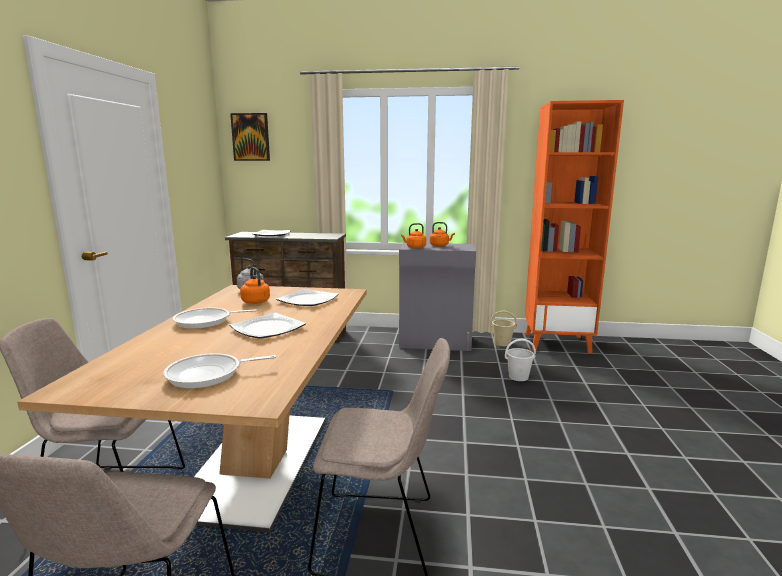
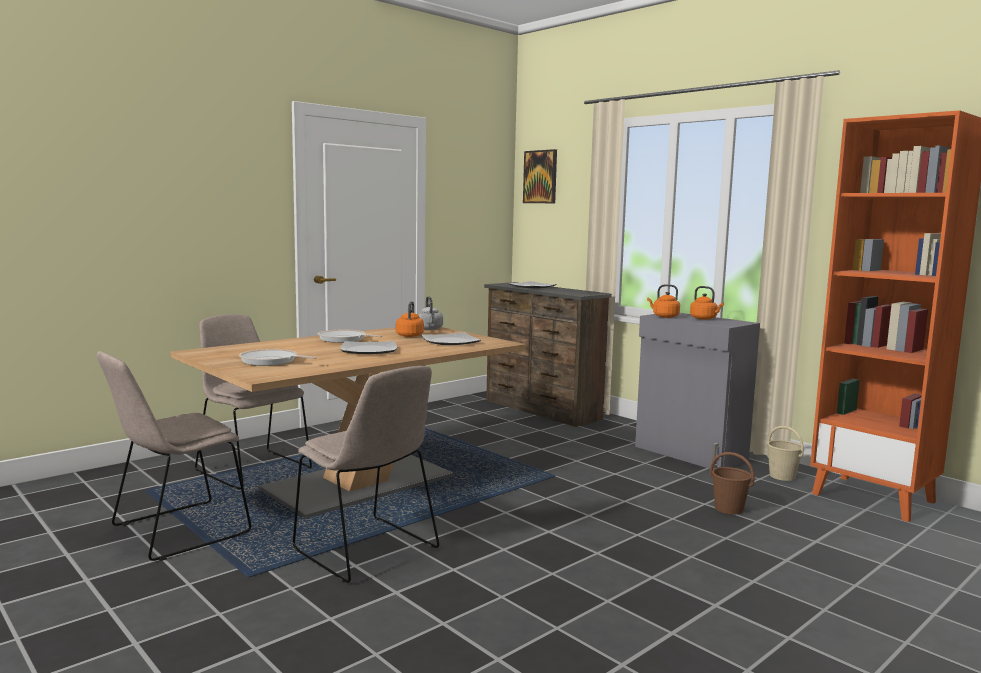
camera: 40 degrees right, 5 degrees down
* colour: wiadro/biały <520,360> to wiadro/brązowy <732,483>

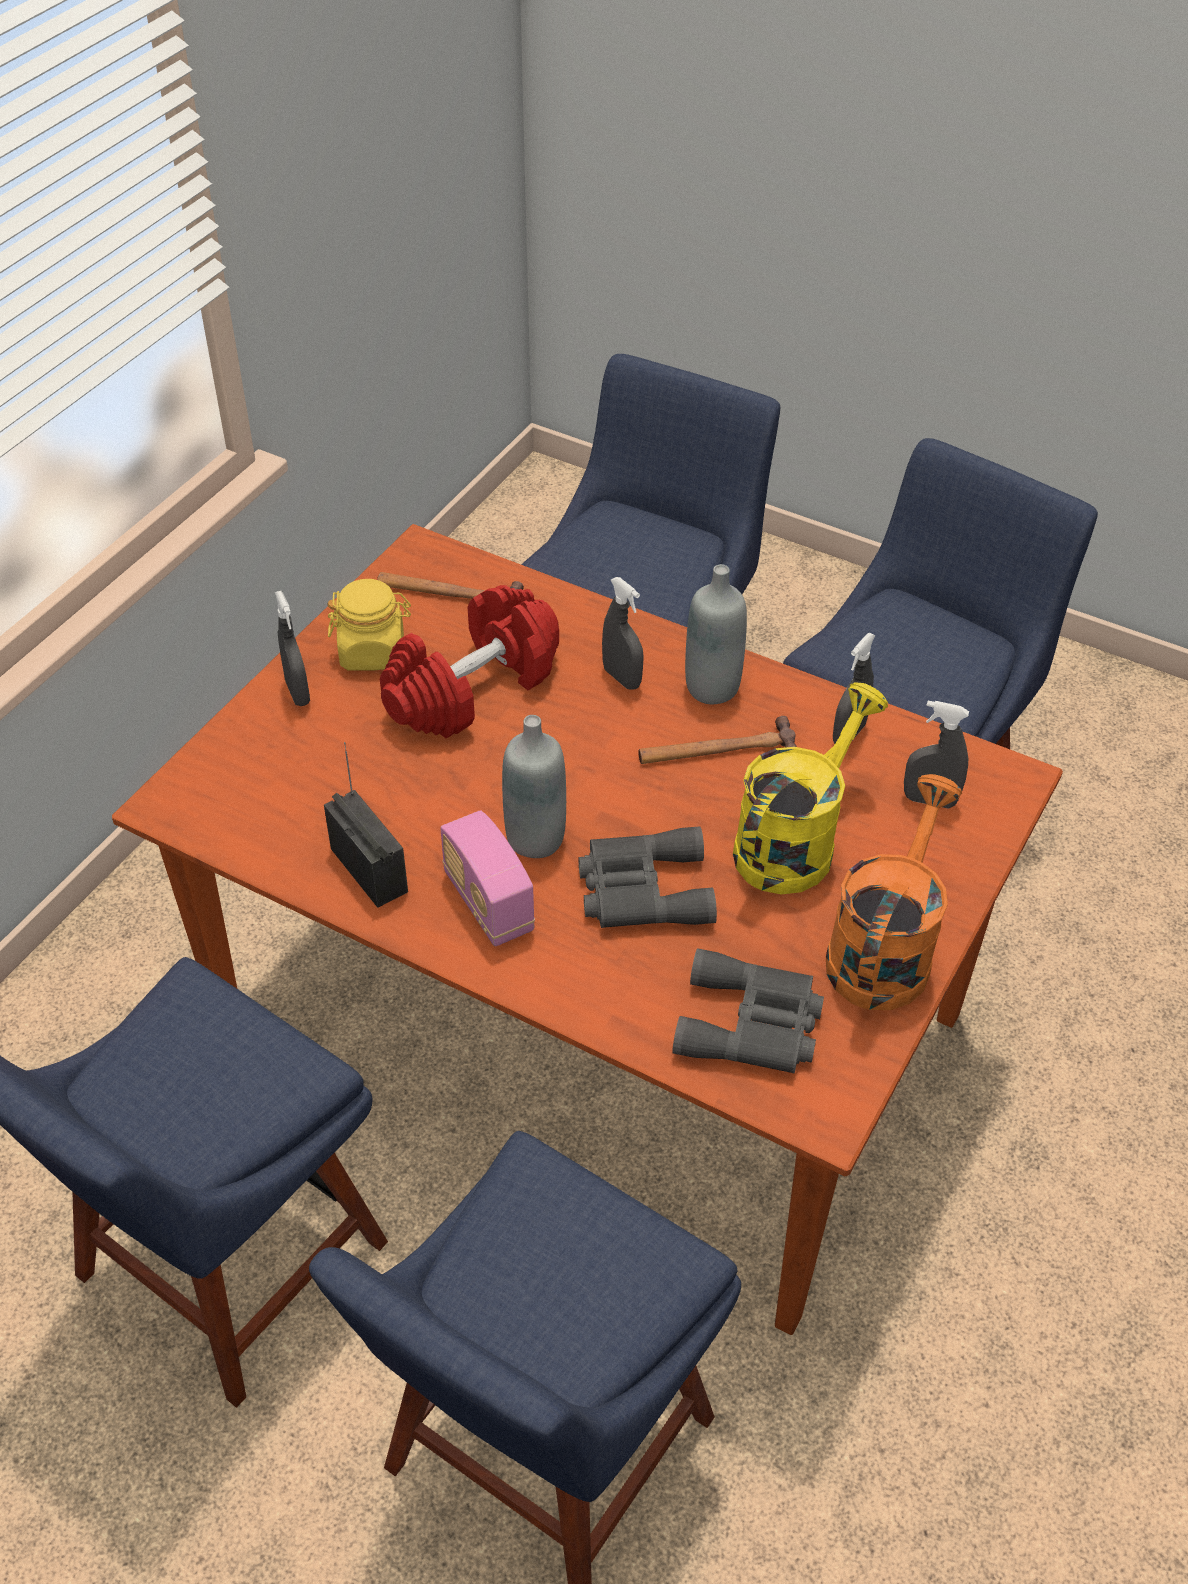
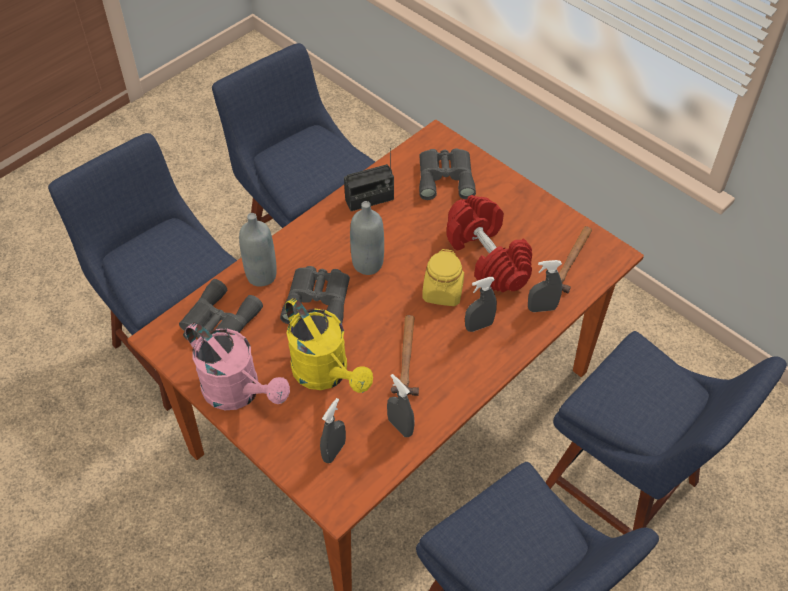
camera: 105 degrees right, 5 degrees up
* relocated: butelka/szary <716,634> to <258,249>
* relocated: słoik/żółty <369,625> to <443,277>
* relocated: spryskiwacz/szary <292,648> to <545,286>
* colour: konewka/pomarańczowy <894,892> to konewka/różowy <237,366>
* missing: radio <487,878>
* appeared: lornetka/szary <447,174>

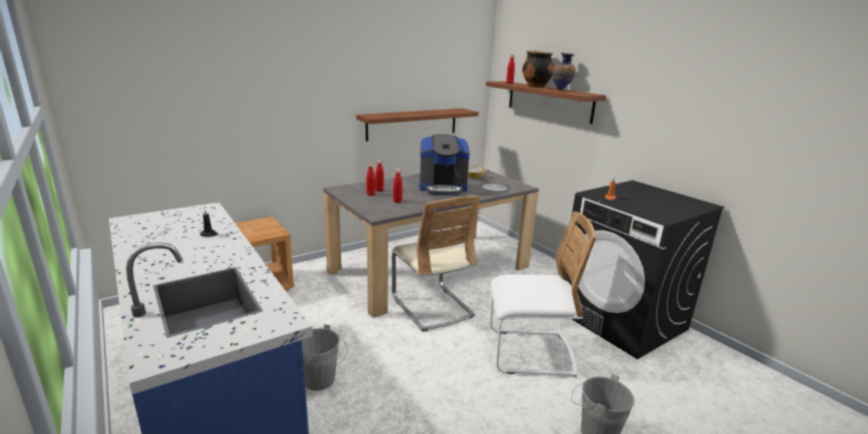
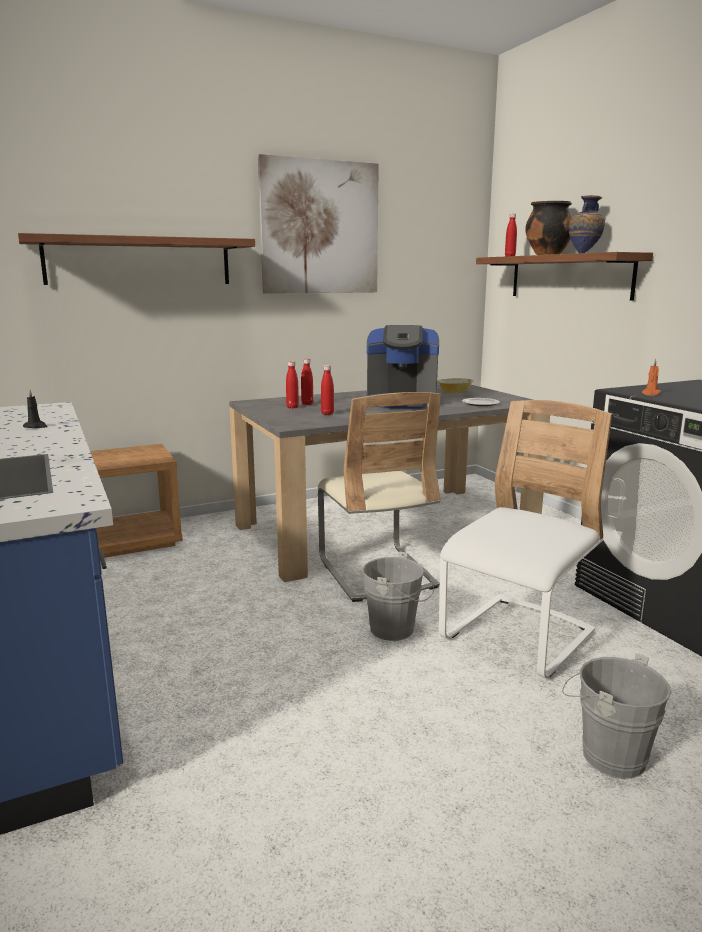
camera: 10 degrees right, 5 degrees down
* relocated: półka <417,124> to <136,259>
* spun: krzesło/biały <543,294> = <525,539> 60 degrees counterclockwise
* relocated: wiadro/szary <325,357> to <398,596>
* appeared: obraz <318,224>

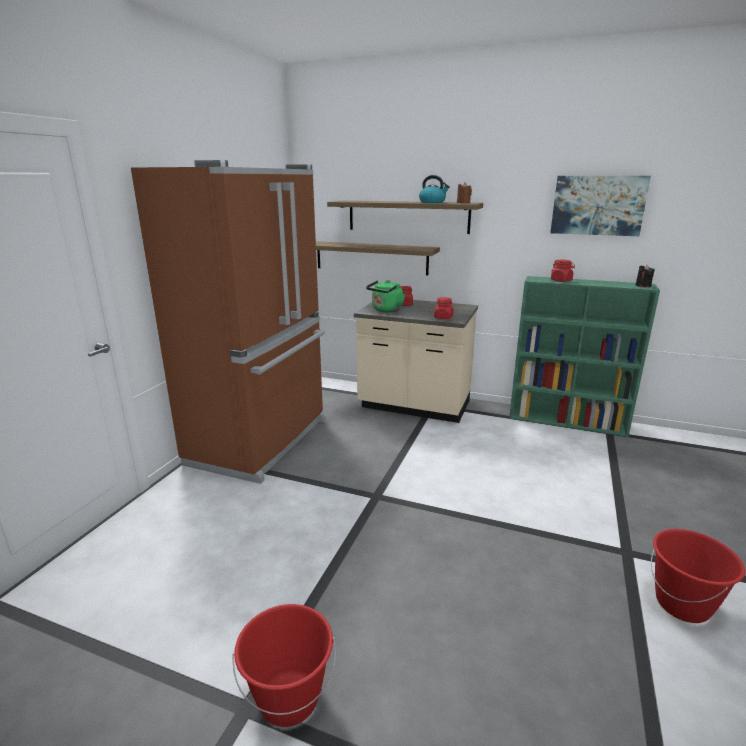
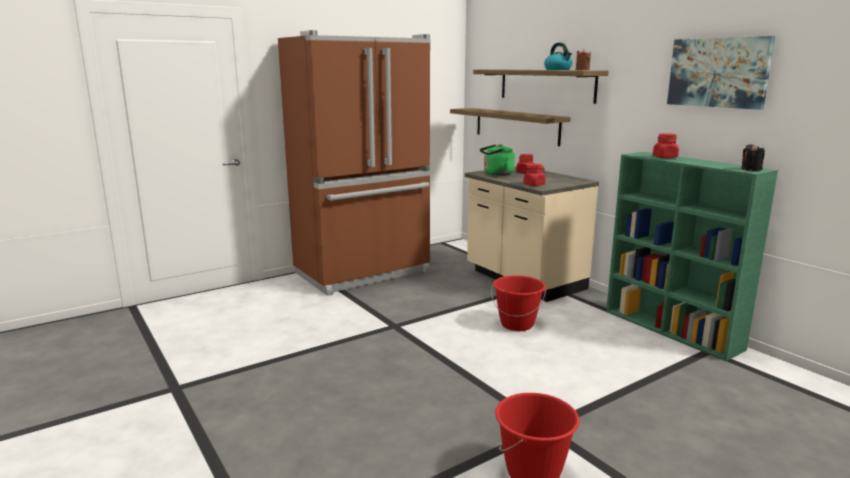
camera: 35 degrees right, 5 degrees down
* relocated: wiadro/czerwony <284,665> to <518,303>

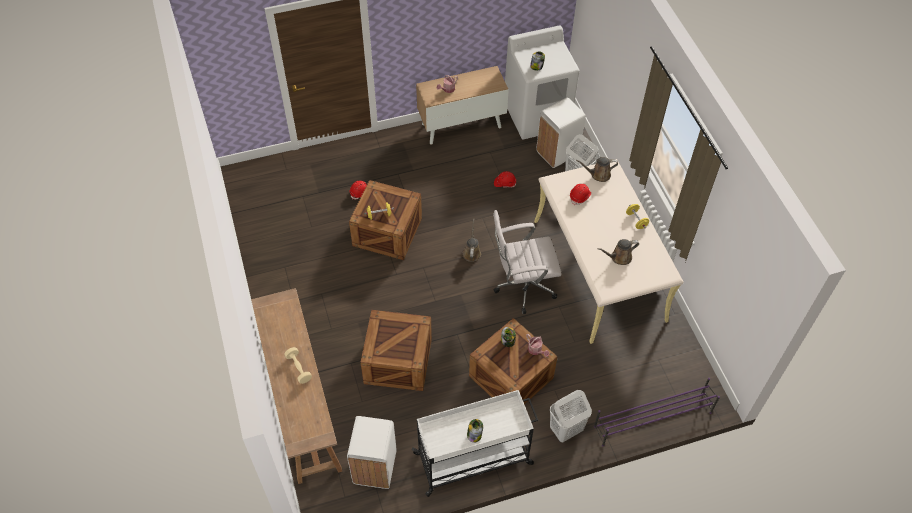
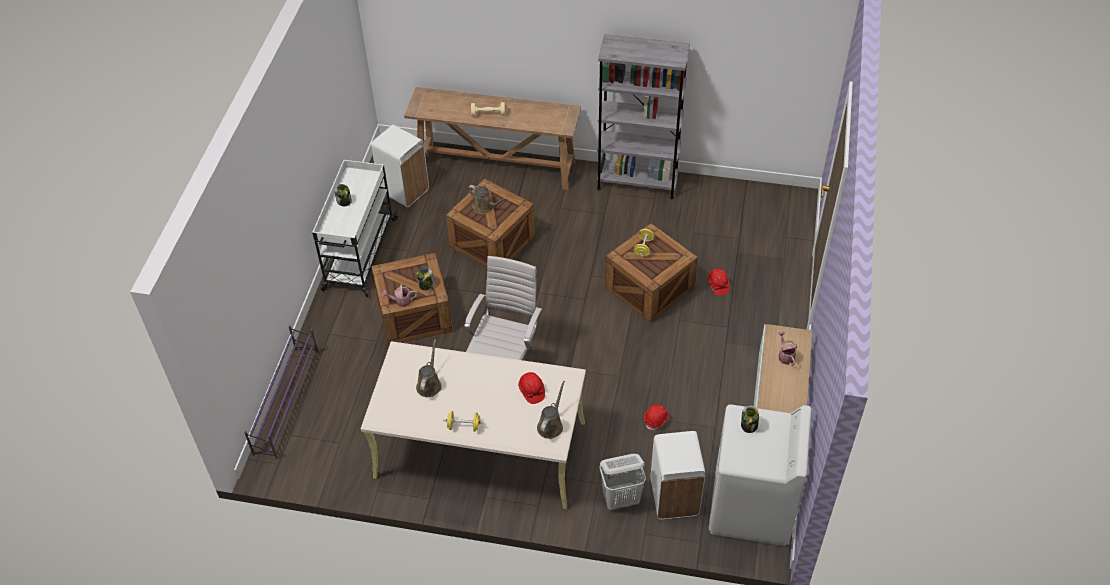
camera: 120 degrees right, 5 degrees down
* relocated: konewka/brązowy <471,240> to <487,199>
* missing: kosz na pranie/biały <571,416>
* appeared: regał/szary <643,116>

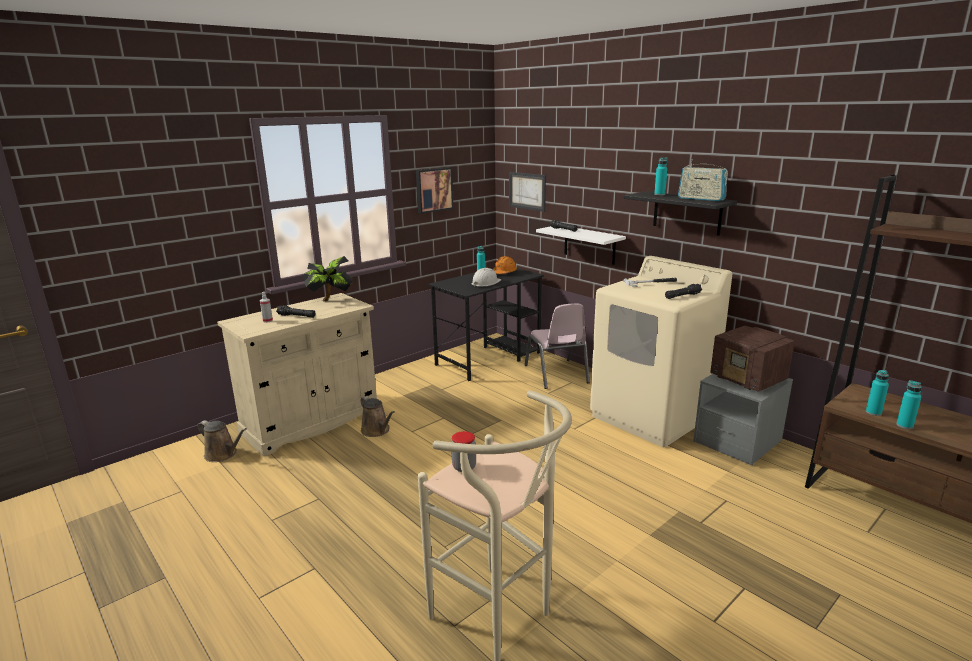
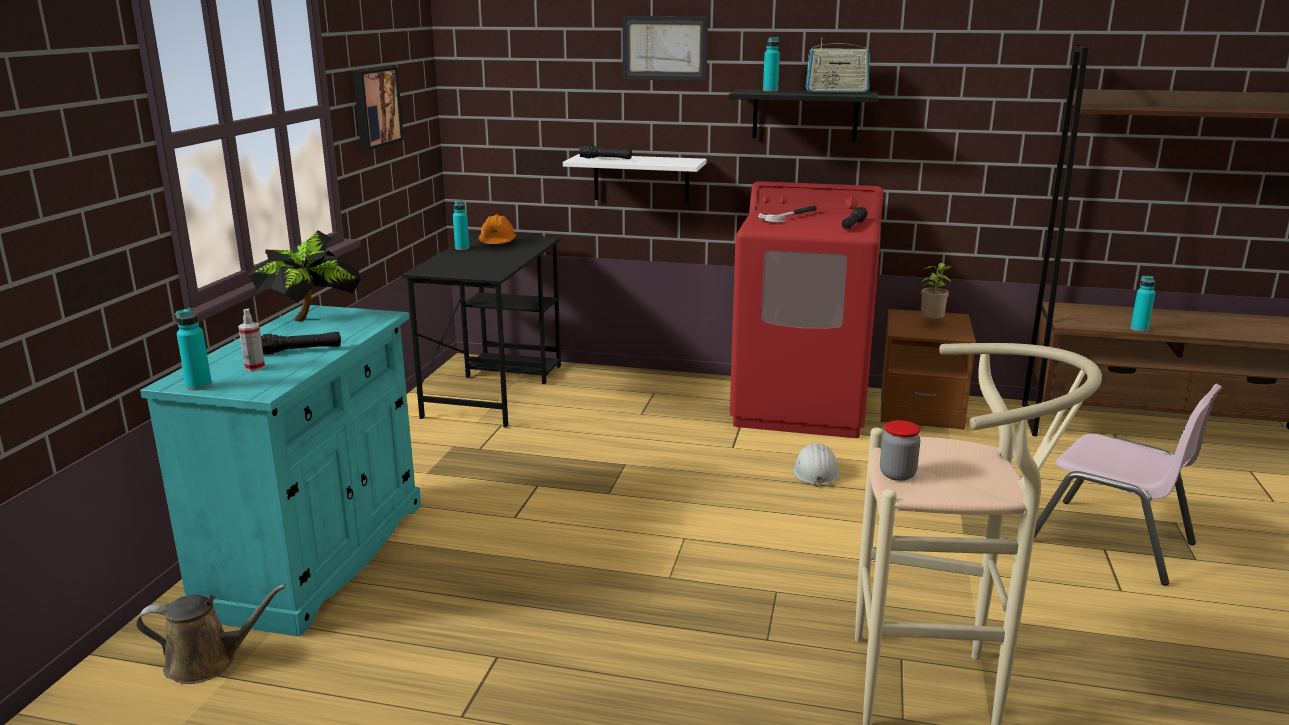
camera: 35 degrees left, 0 degrees up
* relocated: obraz <527,192> to <665,48>
* colour: pralka/beżowy <661,351> to pralka/czerwony <806,309>
* relocated: kask/biały <486,277> to <816,465>
* colour: szafka/beżowy <297,375> to szafka/turkusowy <280,470>
* relocated: krzesło/różowy <557,346> to <1128,485>
* exchanged: radio <752,359> to roślina doniczkowa <936,291>
* relocated: butelka/turkusowy <877,393> to <194,349>
* colour: szafka nocna/szary <743,419> to szafka nocna/brązowy <928,369>
* missing: konewka/brązowy <378,416>

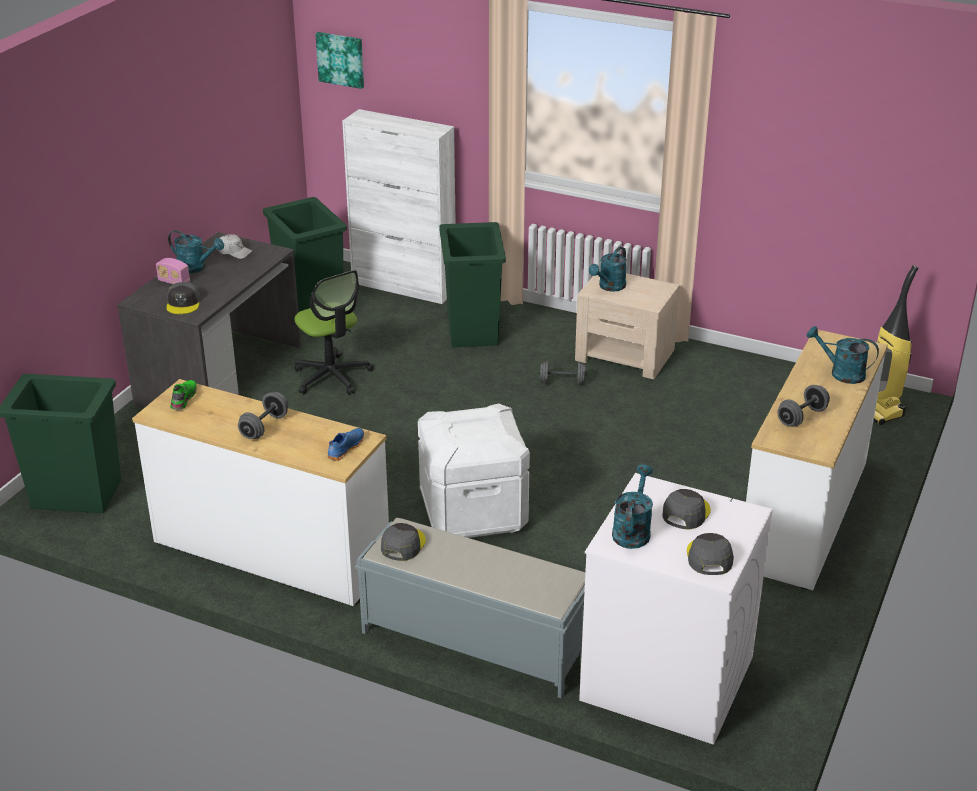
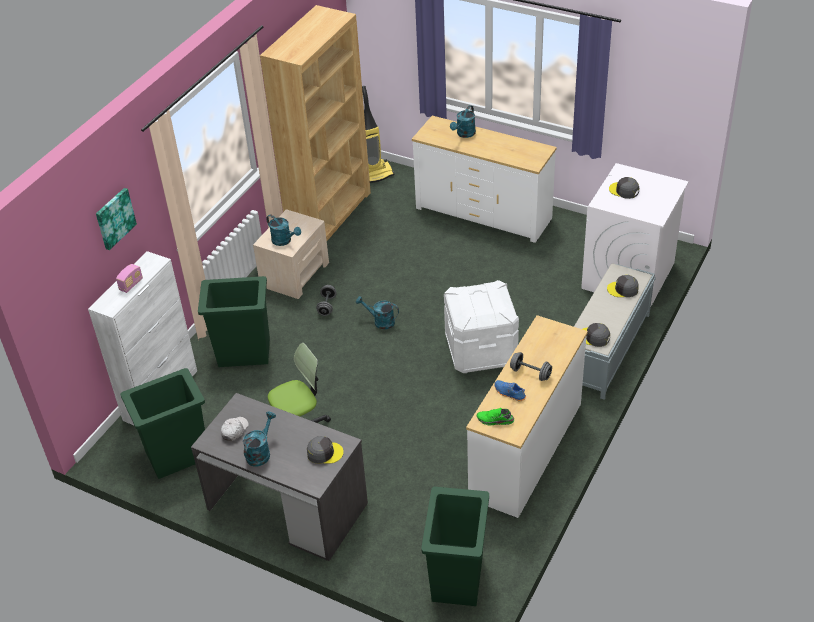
camera: 85 degrees left, 10 degrees up
* relocated: obraz <340,60> to <116,219>
* relocated: radio <173,271> to <129,278>
* missing: hantel/szary <803,406>
* relocated: but/niebieski <346,444> to <510,390>
* relocated: konewka/turkusowy <632,506> to <377,312>
* relocated: czapka z daszkiem/szary <710,554> to <623,286>
* appeared: regał/brązowy <315,123>

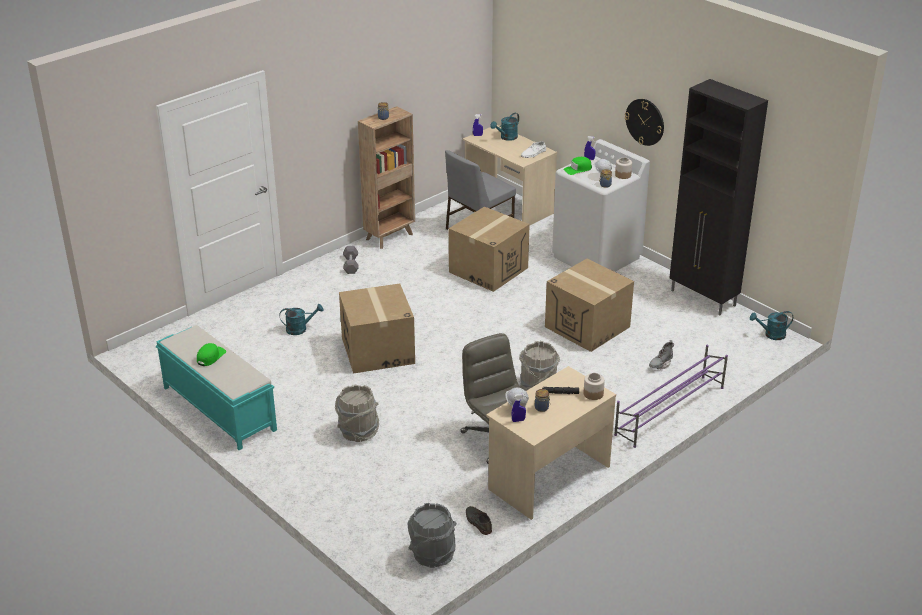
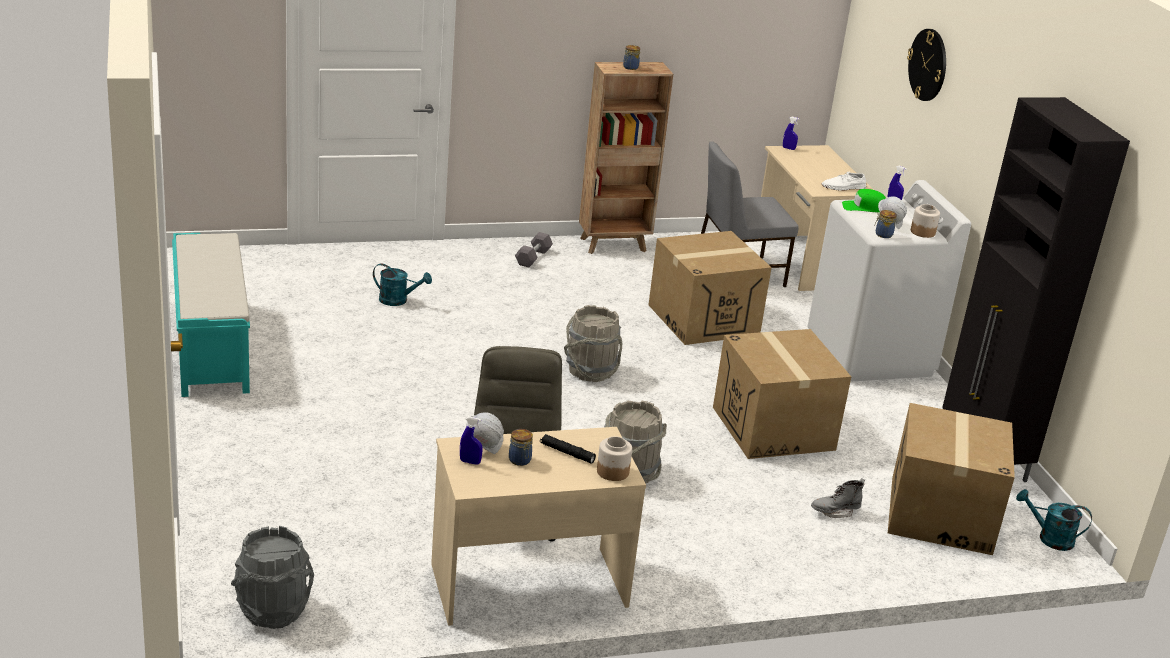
camera: 25 degrees right, 5 degrees down
* relocated: zegar ścienny <644,122> to <926,65>
* missing: konewka/turkusowy <504,127>
* relocated: karton <377,328> to <951,479>
* missing: czapka z daszkiem/zielony <211,354>
* missing: regał na buty/fioletowy <671,396>
* relocated: wiadro/szary <357,413> to <593,343>
* missing: but/szary <479,520>

